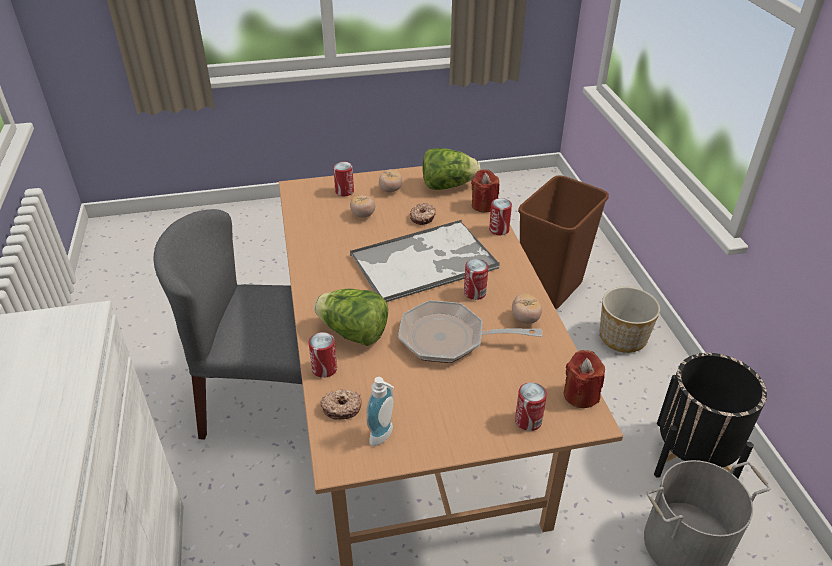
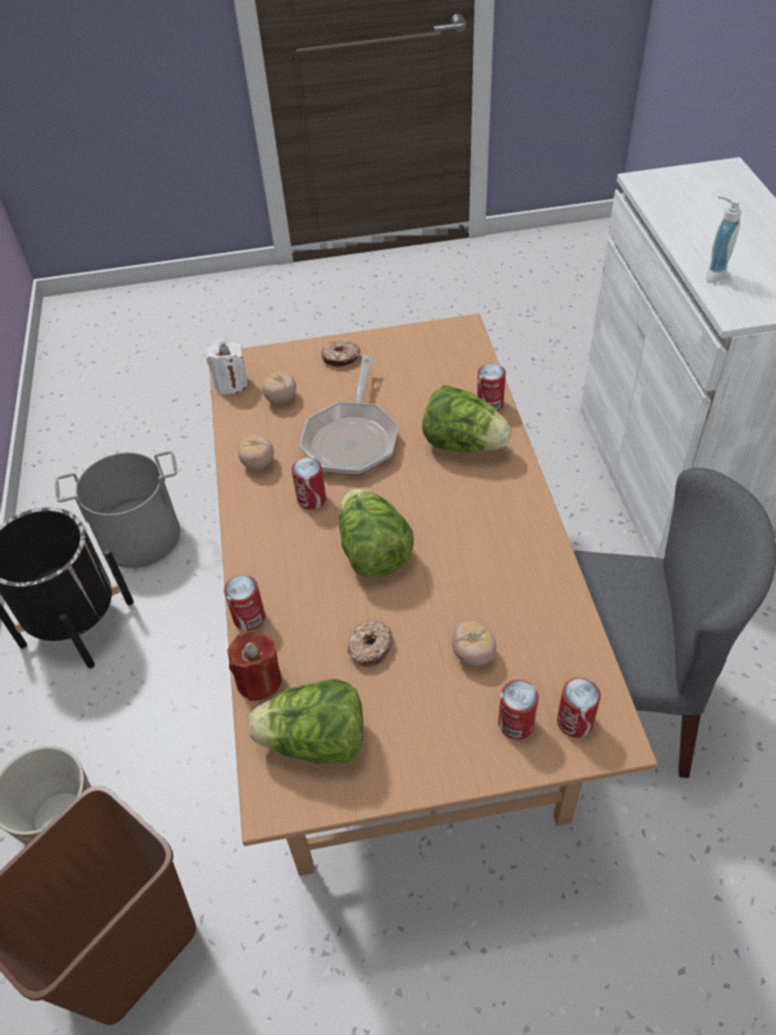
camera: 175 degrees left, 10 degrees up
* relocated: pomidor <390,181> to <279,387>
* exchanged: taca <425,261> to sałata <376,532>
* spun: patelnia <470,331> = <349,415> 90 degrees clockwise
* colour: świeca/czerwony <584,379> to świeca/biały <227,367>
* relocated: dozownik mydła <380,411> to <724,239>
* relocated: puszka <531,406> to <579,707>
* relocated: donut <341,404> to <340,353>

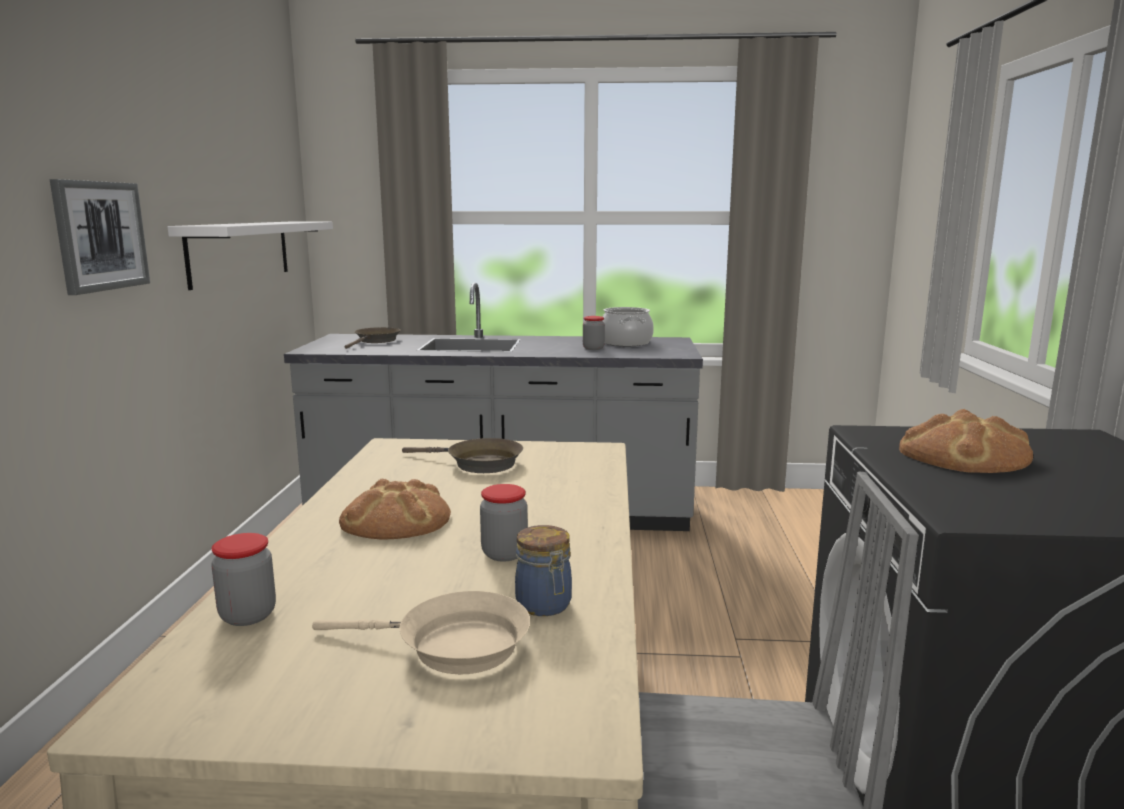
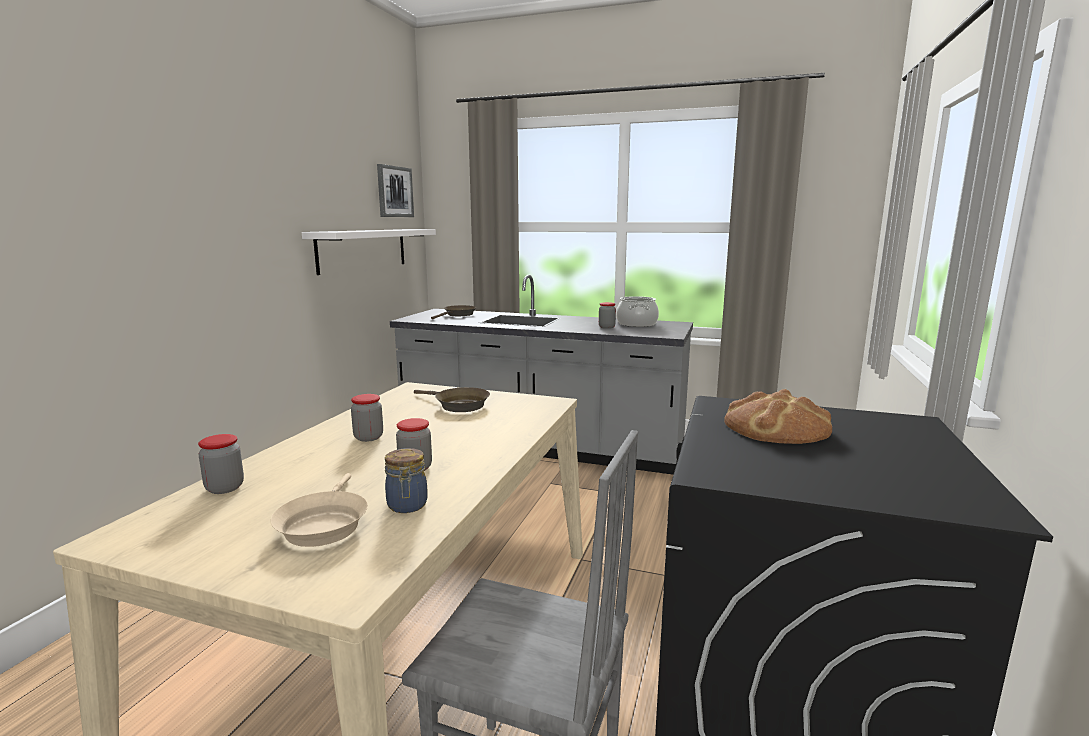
camera: 15 degrees right, 0 degrees up
* relocated: obraz <100,237> to <395,190>
* exchanged: chleb <395,509> to słoik <367,418>
* spun: patelnia/beżowy <421,632> = <319,510> 60 degrees clockwise

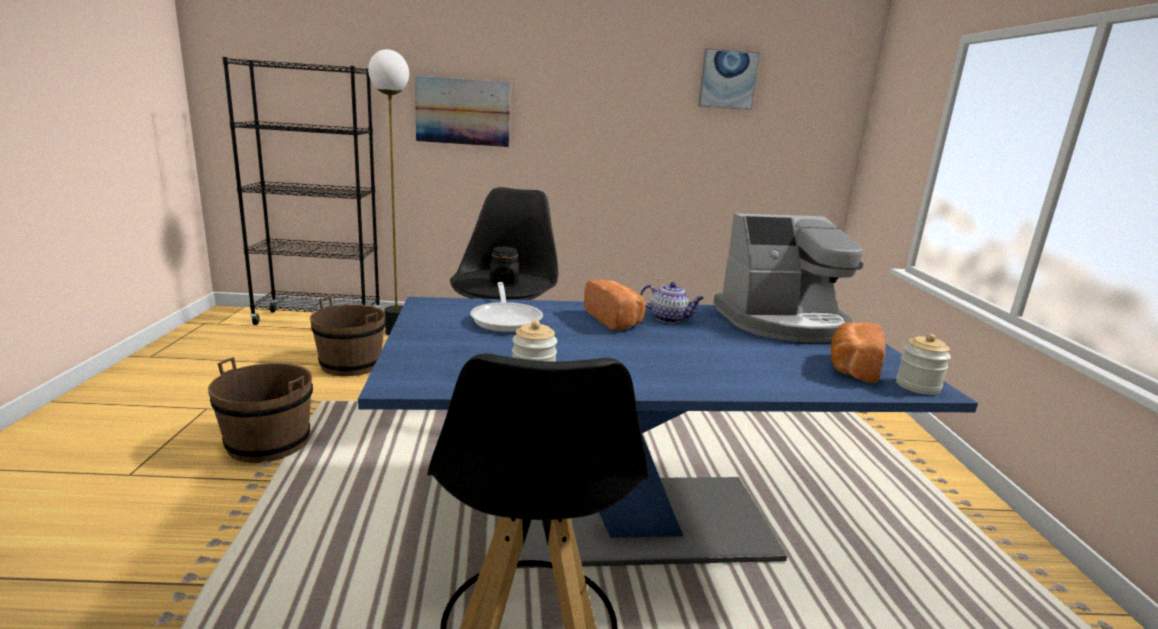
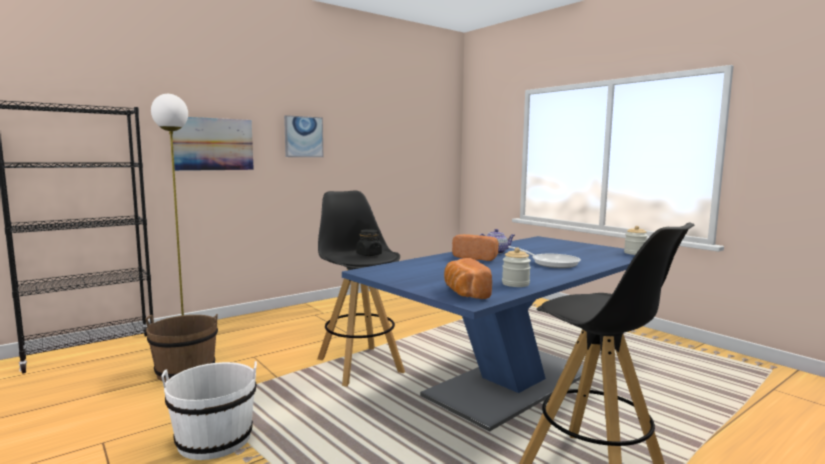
camera: 35 degrees left, 10 degrees down
* relocated: obraz <729,79> to <303,136>
* missing: ekspres do kawy <788,278>
* relocated: patelnia <506,307> to <544,257>
* relocated: chleb <858,352> to <468,278>
* colour: wiadro/brązowy <260,410> to wiadro/biały <209,410>

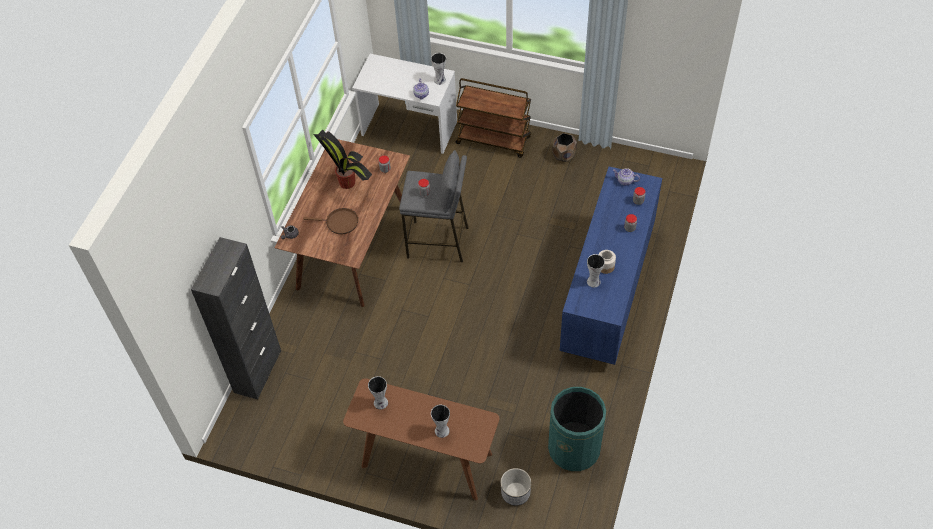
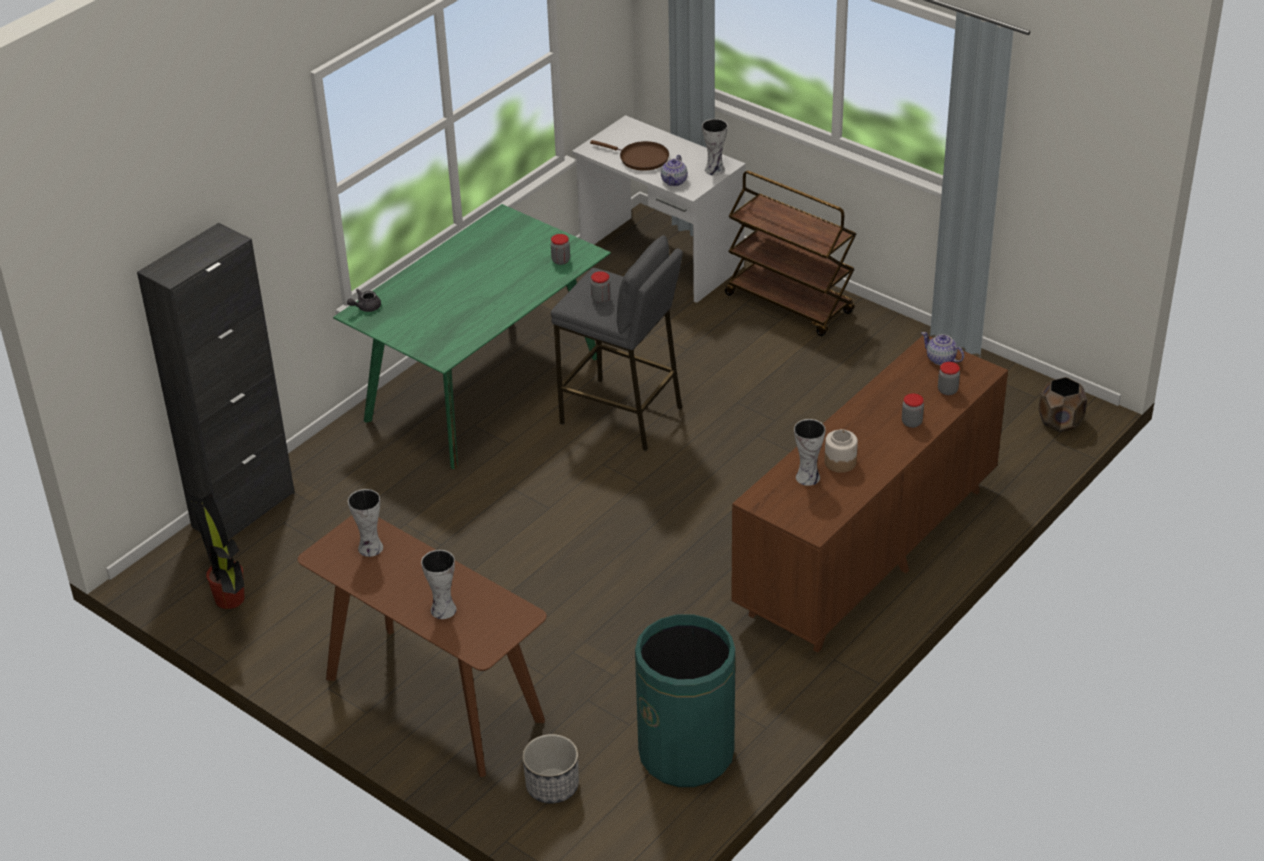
camera: 20 degrees right, 15 degrees down
* relocated: roślina doniczkowa <342,159> to <218,551>
* relocated: donica/brązowy <564,147> to <1062,404>
* colour: stół jadalny/brązowy <342,223> to stół jadalny/zielony <472,336>
* colour: komoda/niebieski <611,266> to komoda/brązowy <869,494>
* relocated: patelnia/brązowy <330,221> to <629,155>

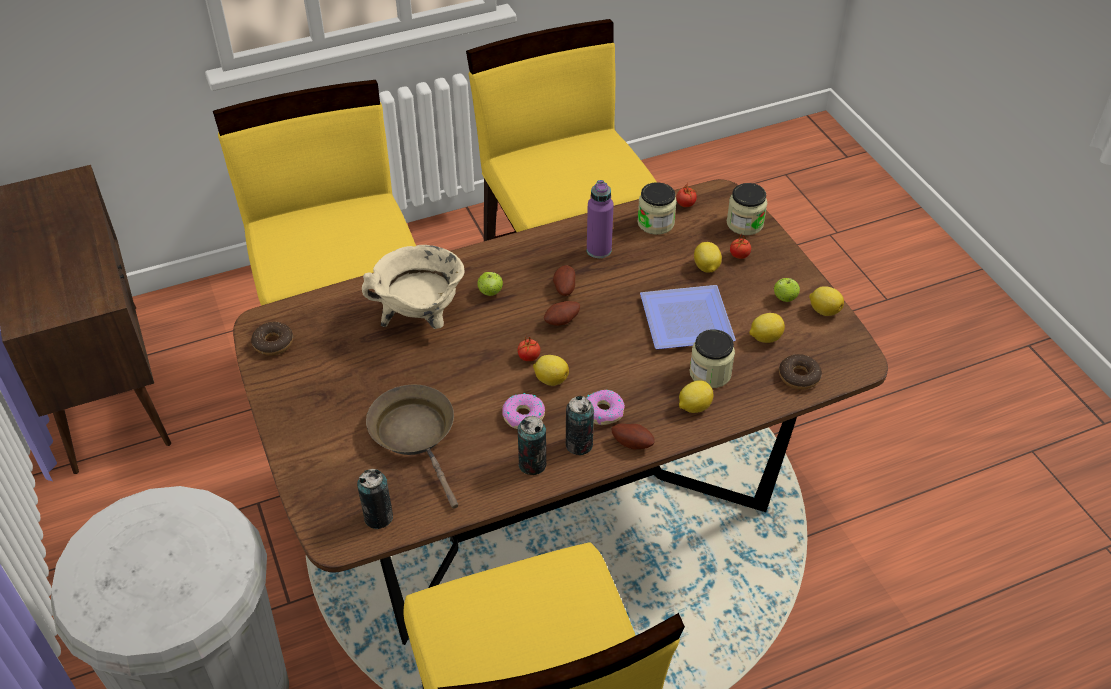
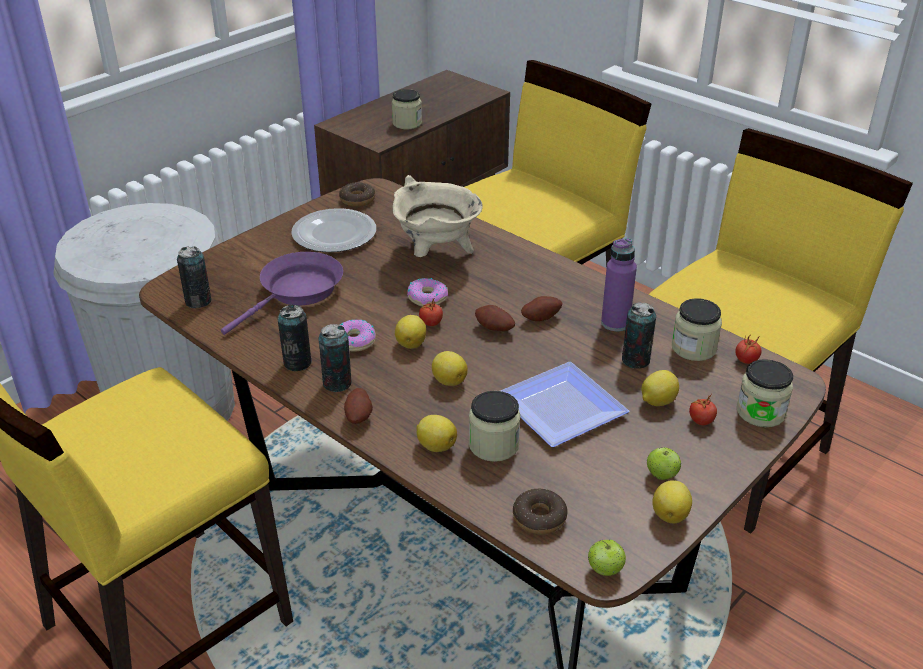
camera: 65 degrees right, 10 degrees down
* relocated: jabłko <490,284> to <607,558>
* relocated: cytryna <767,328> to <450,368>
* colour: patelnia/brązowy <412,446> to patelnia/fioletowy <282,293>
* relocated: donut <606,407> to <427,292>
* appeared: słoik <407,109>
* appeared: talerz <333,230>
* appeared: puszka <639,335>

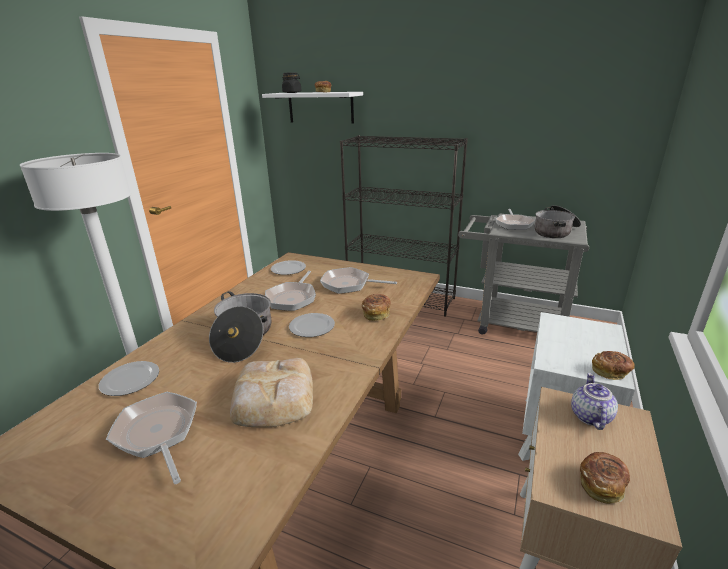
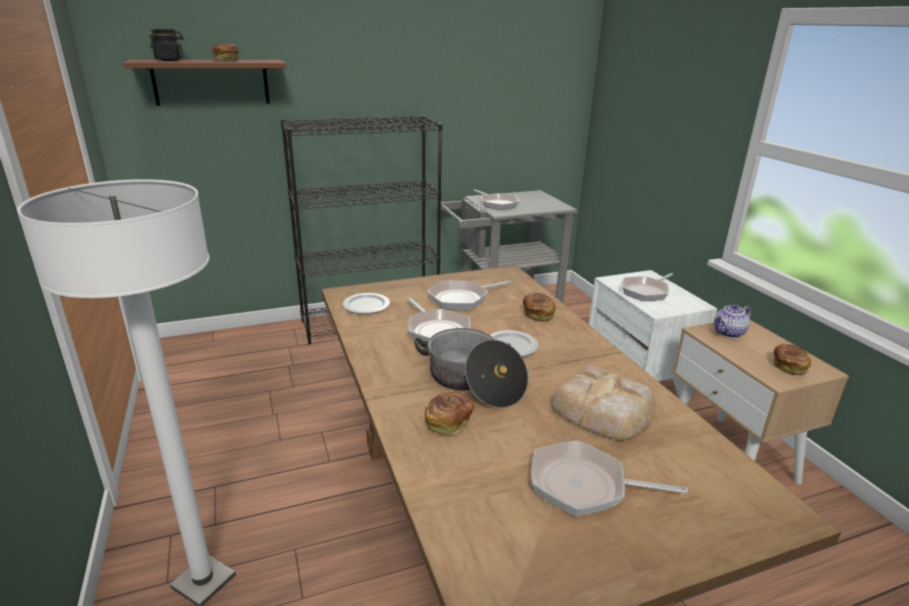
camera: 45 degrees left, 0 degrees up
* colour: półka/biały <312,107> to półka/brązowy <204,82>
* missing: garnek <558,221>
* relocated: chleb <613,365> to <449,413>
* missing: talerz <129,378>
* spun: imbryk <594,401> = <732,321> 90 degrees counterclockwise
* appeared: patelnia <647,287>

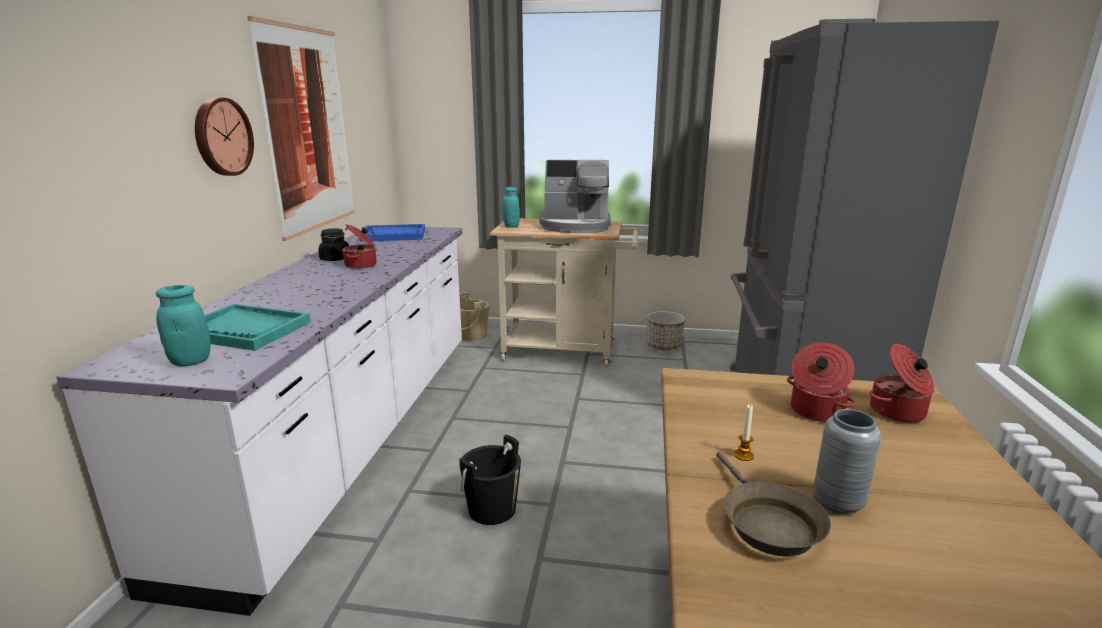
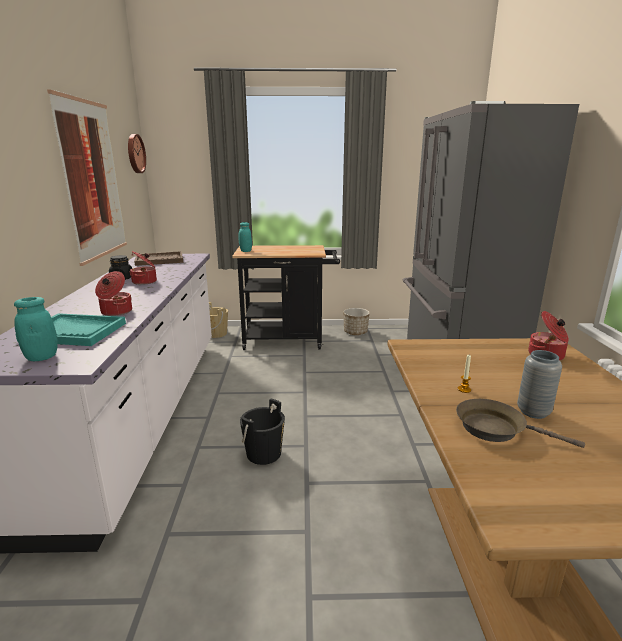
camera: 10 degrees left, 0 degrees up
* relocated: zegar ścienny <224,136> to <137,153>
* missing: ekspres do kawy <575,196>
* colour: wózek/beżowy <565,293> to wózek/czarny <286,297>
* colour: taca/niebieski <392,233> to taca/brązowy <158,258>
* relocated: garnek <821,382> to <113,293>
* spun: patelnia/brązowy <773,504> = <520,423> 135 degrees clockwise

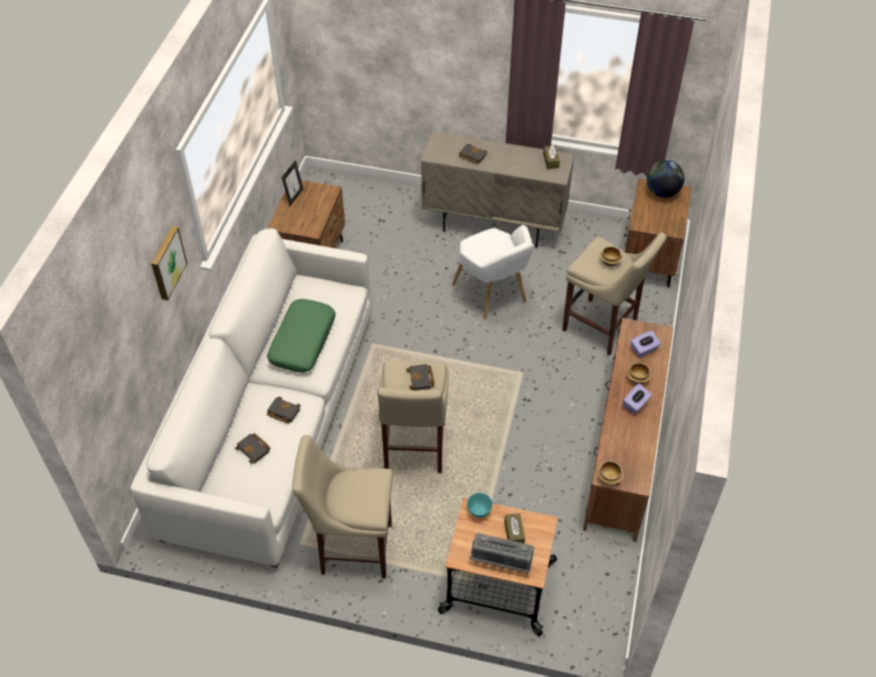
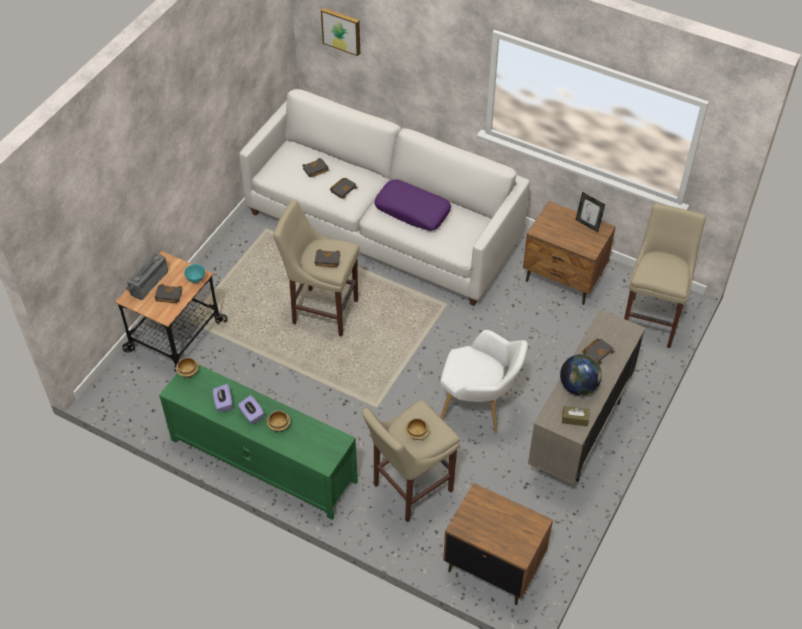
camera: 105 degrees right, 0 degrees up
* relocated: globus <665,179> to <581,375>
* spun: fotel/biały <493,272> = <484,381> 150 degrees counterclockwise
* relocated: obraz <169,263> to <340,32>
* colour: poduszka/zielony <301,336> to poduszka/fioletowy <412,205>
* colour: szafka pod telewizor/brązowy <628,430> to szafka pod telewizor/zielony <258,442>
* relocated: pudełko chusteczek/fioletowy <646,344> to <222,398>
* relocated: stołek/beżowy <342,507> to <665,275>
* exchanged: pudełko chusteczek/brązowy <514,528> to książka/czarny <169,293>

